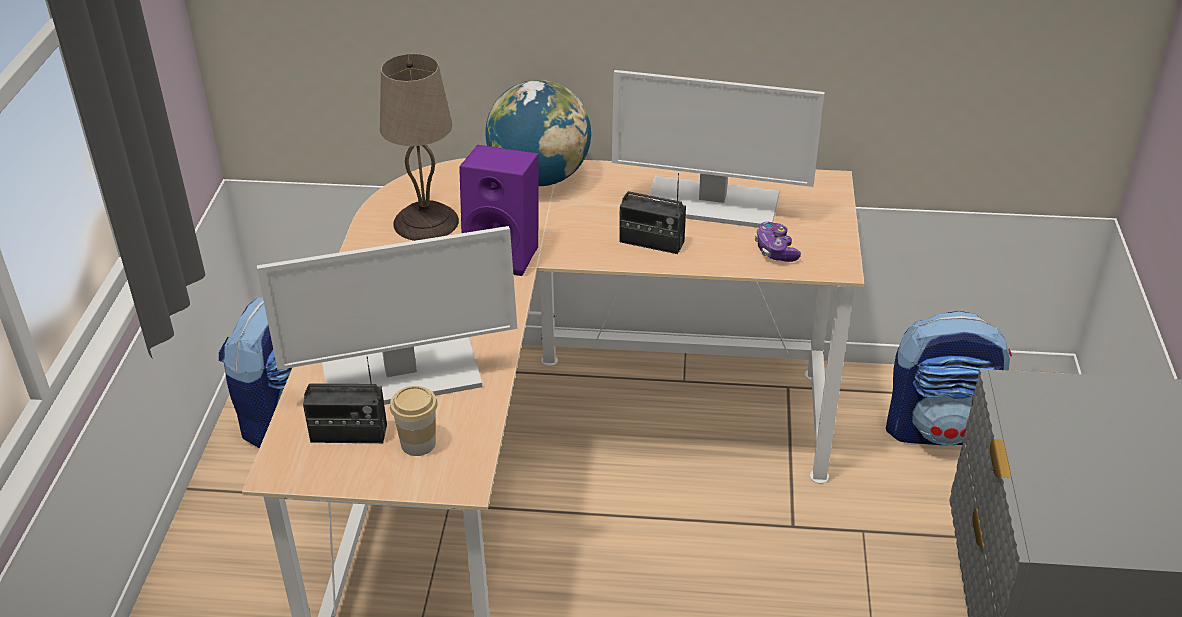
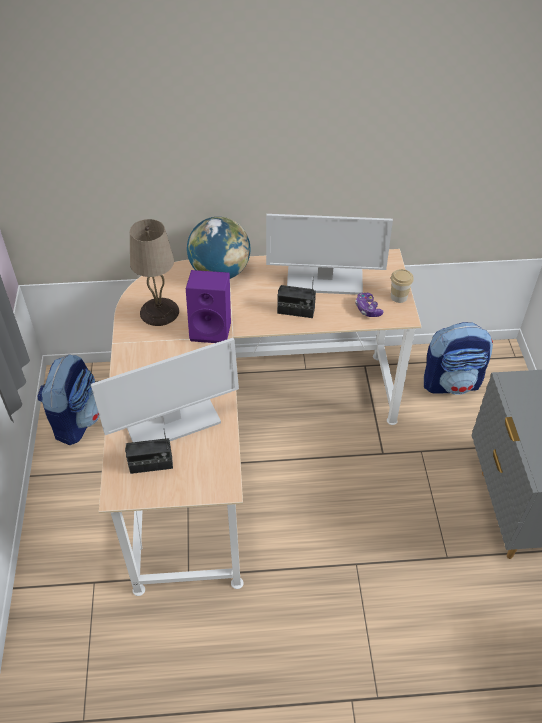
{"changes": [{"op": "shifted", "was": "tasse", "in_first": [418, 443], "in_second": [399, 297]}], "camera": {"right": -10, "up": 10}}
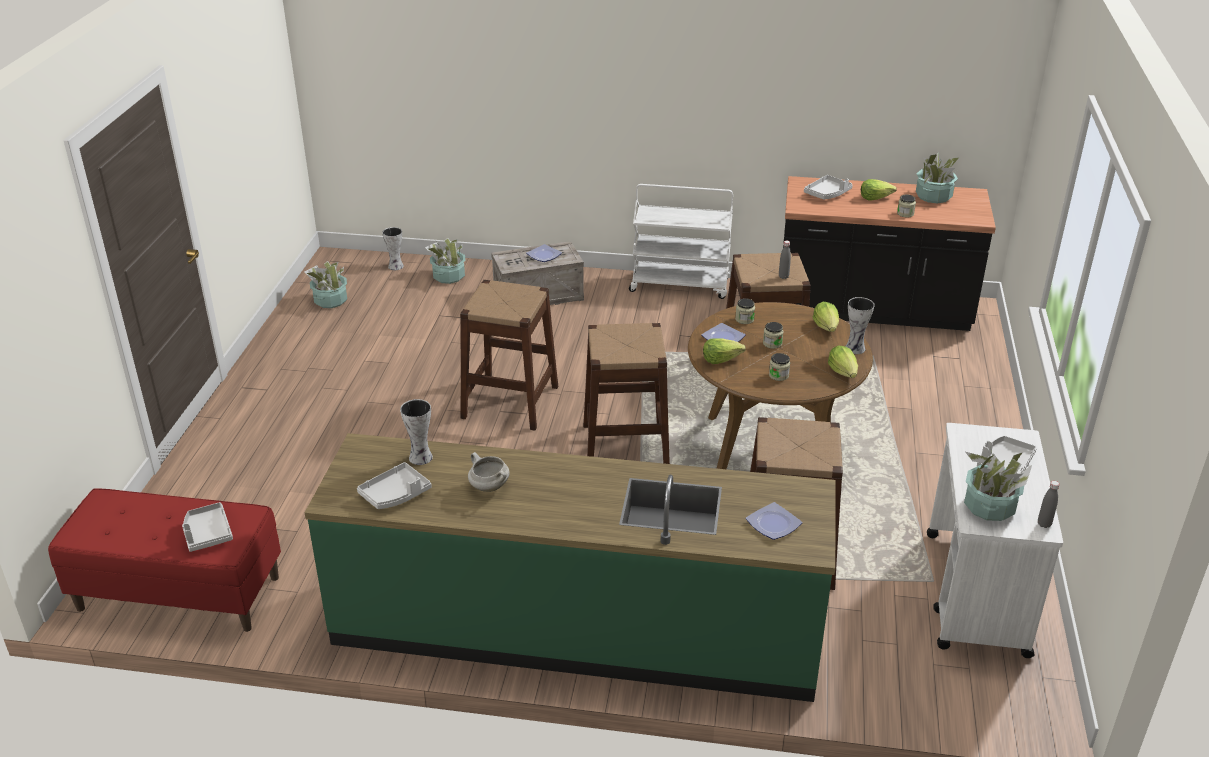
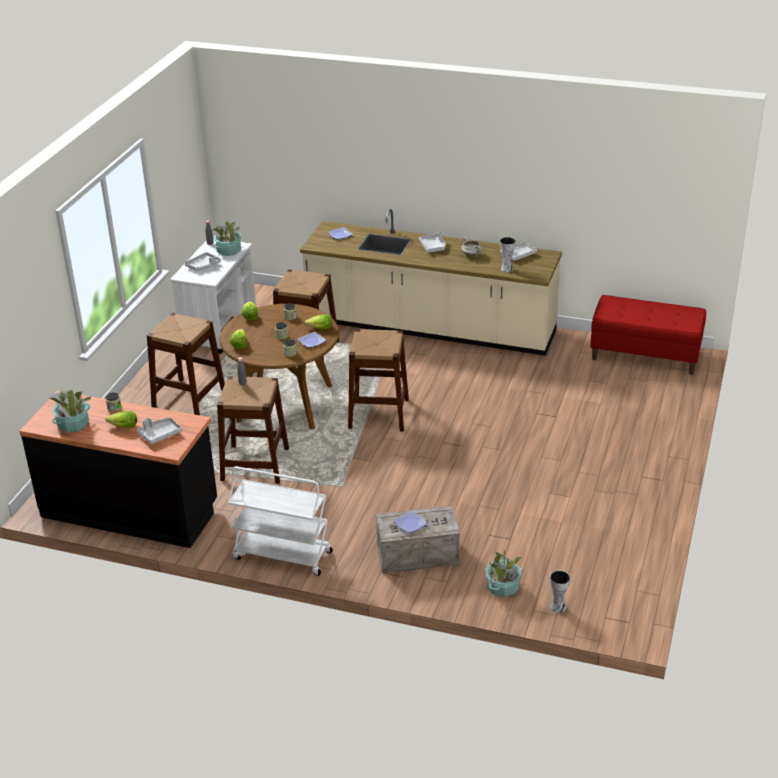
{"changes": [{"op": "shifted", "was": "plateau [gris]", "in_first": [207, 533], "in_second": [433, 247]}, {"op": "gone", "was": "plante en pot", "in_first": [330, 301]}, {"op": "repainted", "was": "comptoir de cuisine [vert]", "now": "comptoir de cuisine [beige]", "in_first": [576, 628], "in_second": [430, 328]}, {"op": "shifted", "was": "tabouret [marron]", "in_first": [510, 402], "in_second": [189, 398]}, {"op": "gone", "was": "vase", "in_first": [856, 348]}], "camera": {"right": -170, "up": 0}}
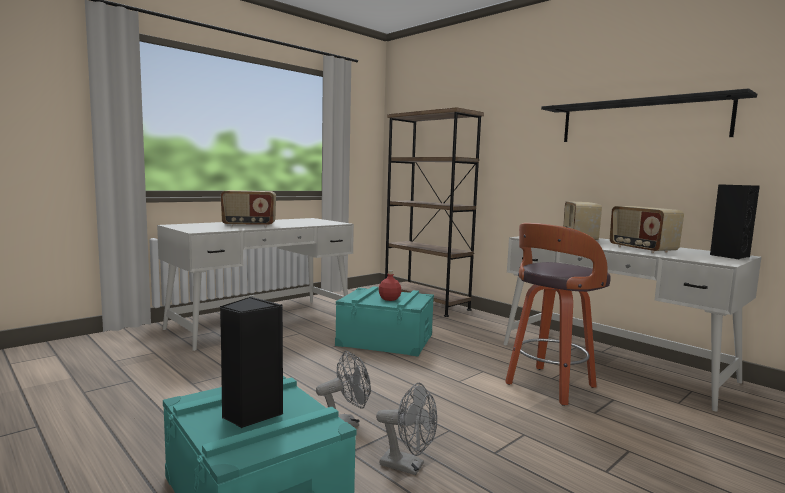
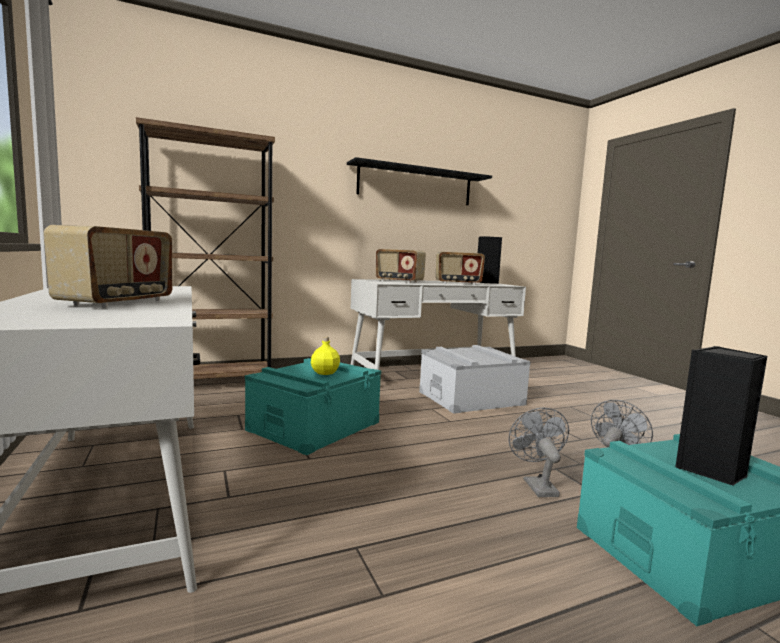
{"changes": [{"op": "repainted", "was": "bouteille [rouge]", "now": "bouteille [jaune]", "in_first": [389, 299], "in_second": [325, 372]}, {"op": "swapped", "was": "tabouret", "now": "boîte de rangement [gris]", "in_first": [549, 386], "in_second": [471, 398]}], "camera": {"right": -70, "up": 0}}
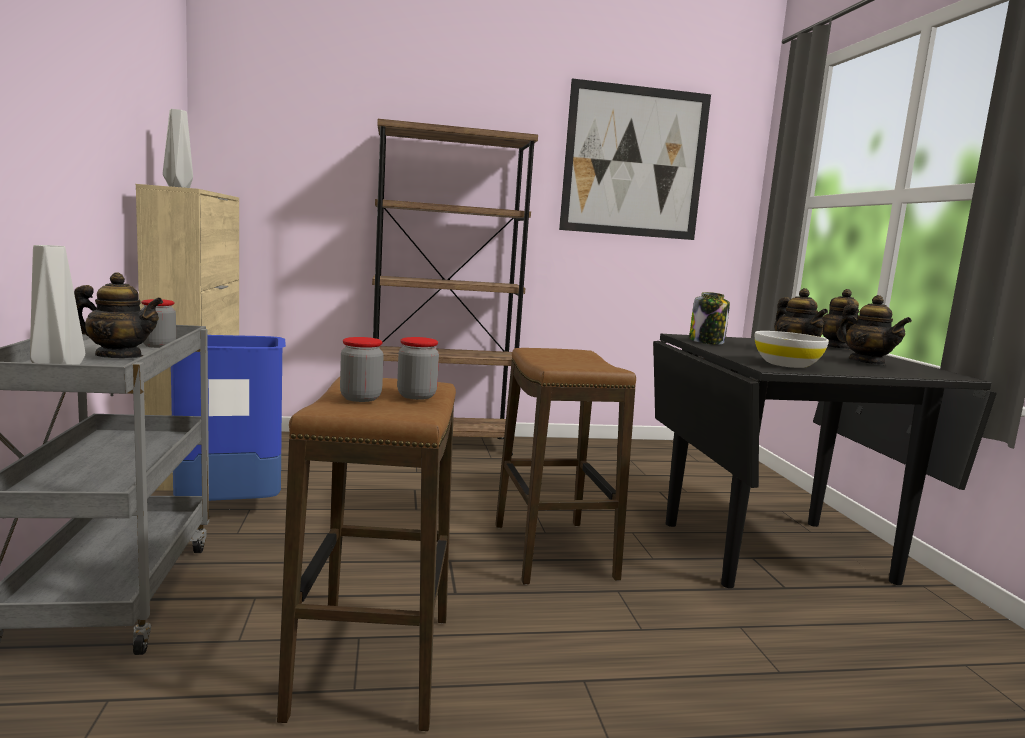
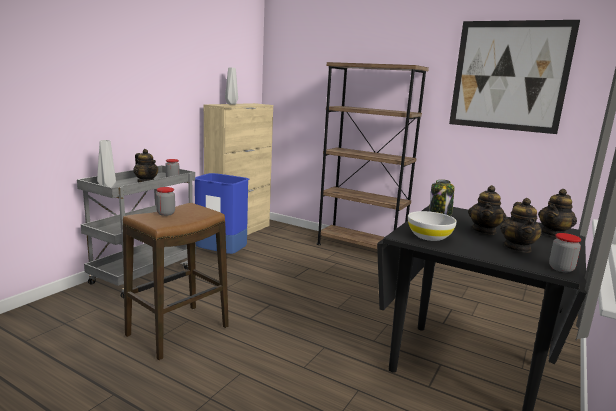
{"changes": [{"op": "shifted", "was": "bocal", "in_first": [416, 396], "in_second": [561, 268]}, {"op": "gone", "was": "tabouret", "in_first": [552, 551]}], "camera": {"right": 40, "up": 5}}
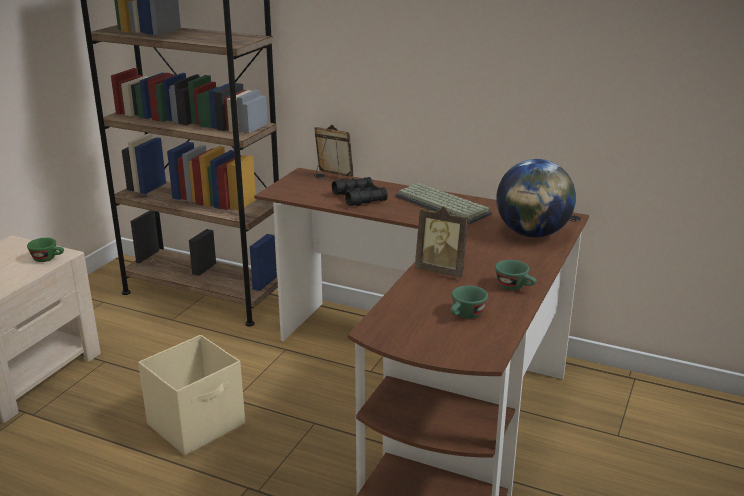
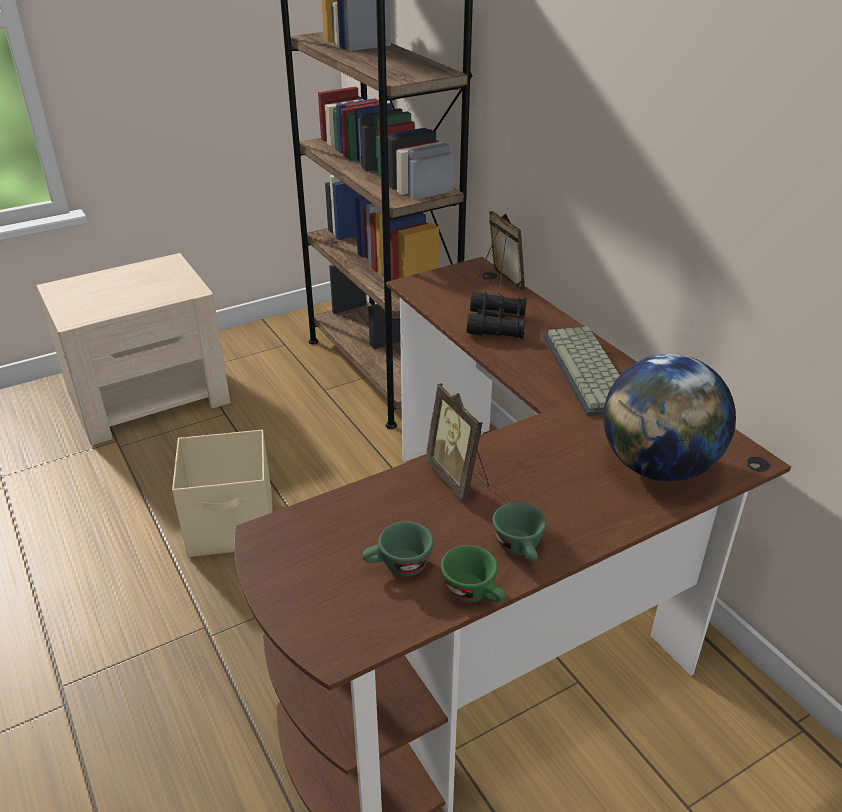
{"changes": [{"op": "shifted", "was": "tasse [vert]", "in_first": [48, 259], "in_second": [475, 594]}], "camera": {"right": 35, "up": 10}}
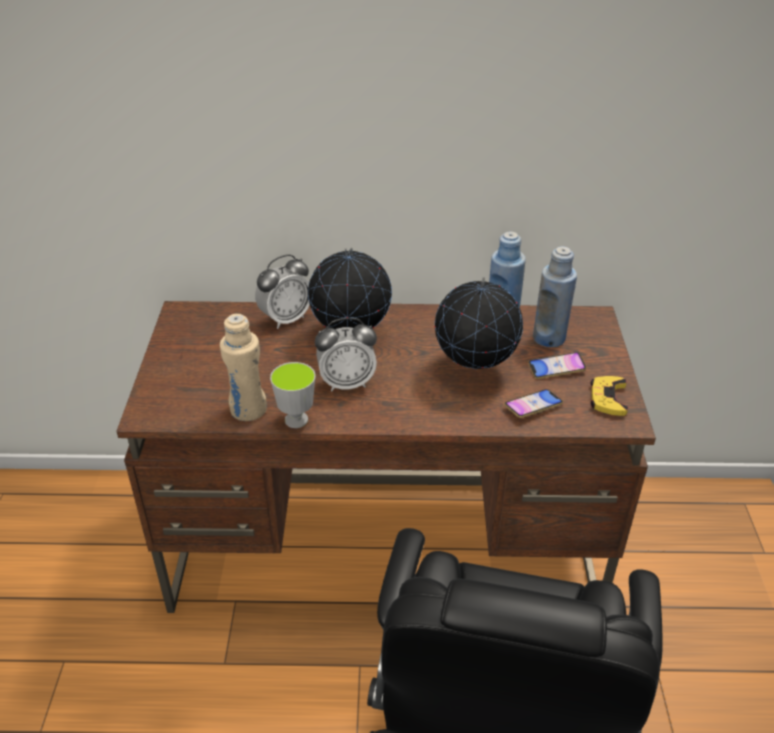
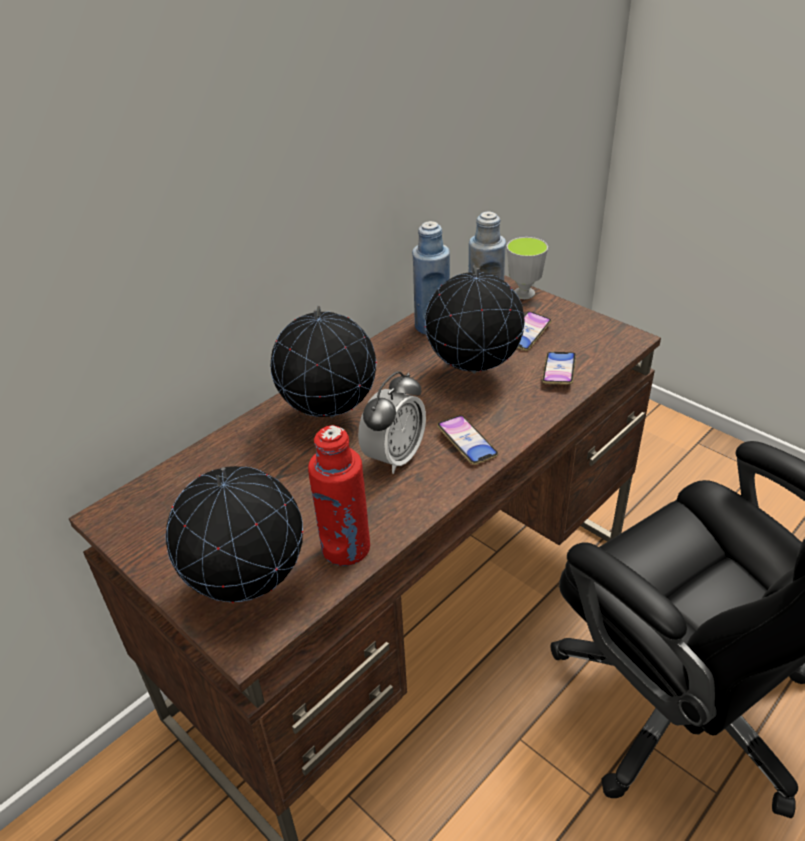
{"changes": [{"op": "repainted", "was": "bouteille [beige]", "now": "bouteille [rouge]", "in_first": [248, 410], "in_second": [346, 548]}, {"op": "gone", "was": "réveil", "in_first": [286, 319]}, {"op": "shifted", "was": "tasse", "in_first": [296, 420], "in_second": [524, 293]}, {"op": "gone", "was": "manette [jaune]", "in_first": [607, 398]}, {"op": "new", "now": "globe", "in_second": [249, 588]}, {"op": "new", "now": "téléphone", "in_second": [467, 443]}], "camera": {"right": -45, "up": 0}}
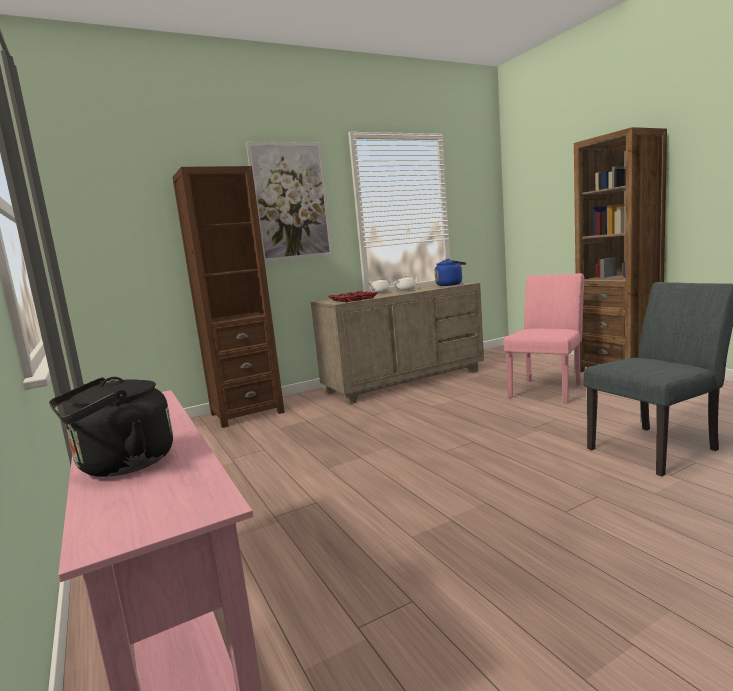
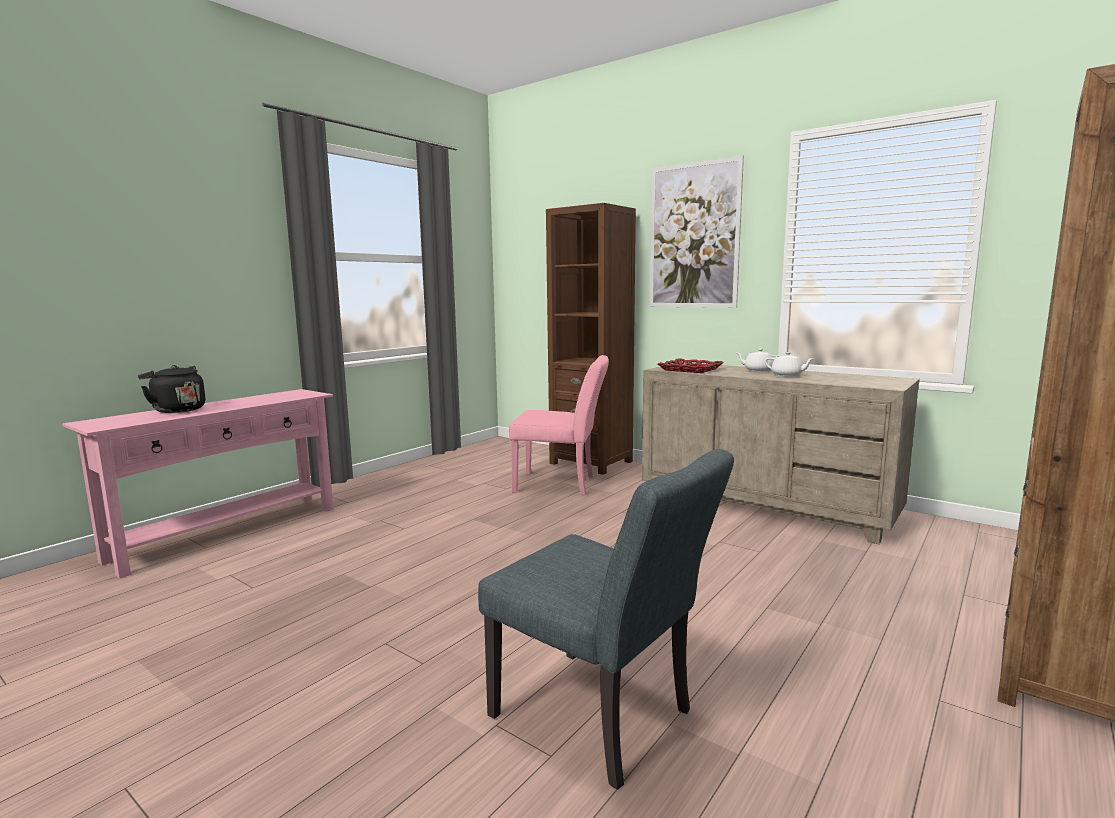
{"changes": [{"op": "gone", "was": "bouilloire [bleu]", "in_first": [450, 284]}, {"op": "shifted", "was": "chaise [rose]", "in_first": [548, 389], "in_second": [561, 484]}], "camera": {"right": 65, "up": 0}}
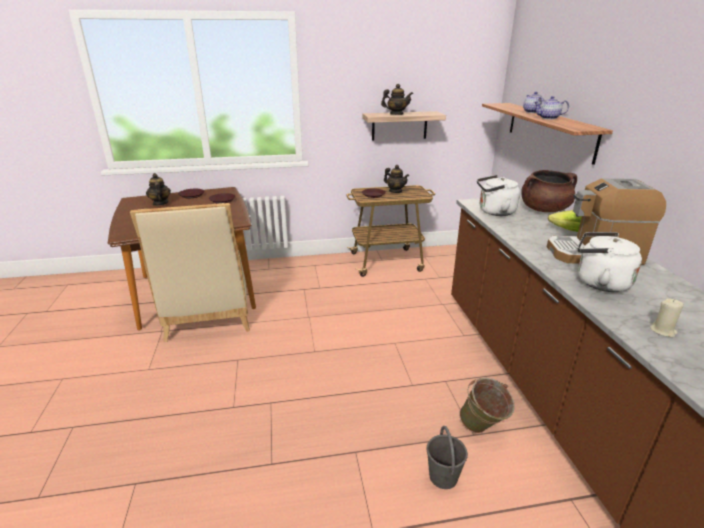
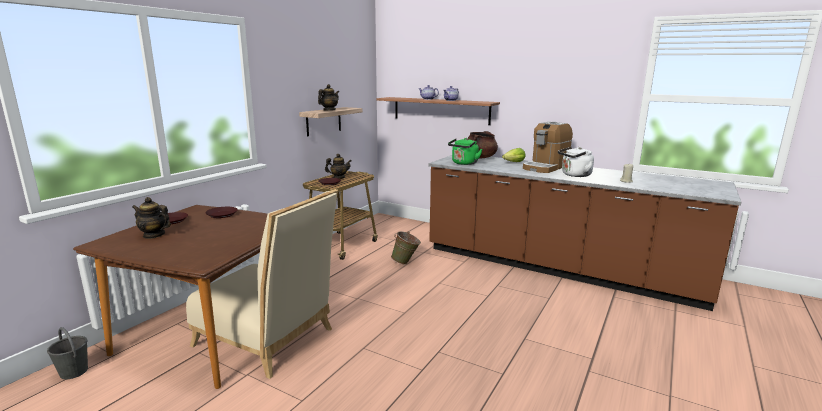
{"changes": [{"op": "shifted", "was": "seau [gris]", "in_first": [443, 477], "in_second": [74, 372]}, {"op": "shifted", "was": "seau [vert]", "in_first": [482, 429], "in_second": [406, 262]}, {"op": "repainted", "was": "bouilloire [blanc]", "now": "bouilloire [vert]", "in_first": [494, 212], "in_second": [464, 163]}], "camera": {"right": -50, "up": -10}}
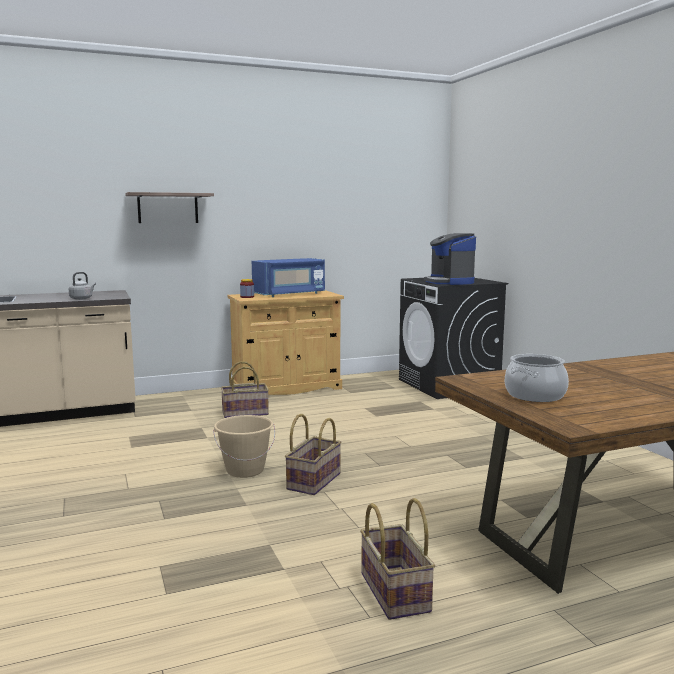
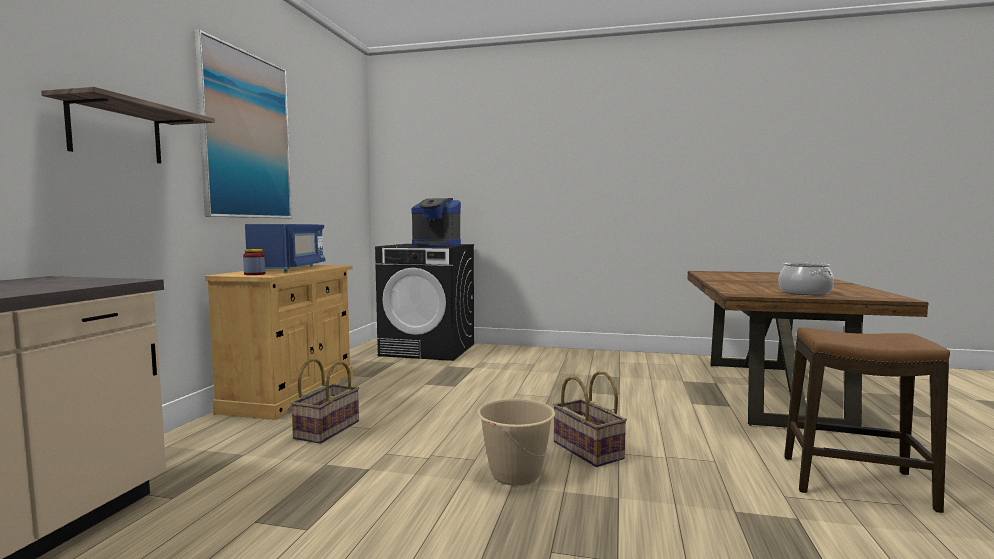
{"changes": [{"op": "gone", "was": "bouilloire [gris]", "in_first": [82, 298]}, {"op": "swapped", "was": "panier", "now": "tabouret", "in_first": [393, 592], "in_second": [854, 483]}, {"op": "new", "now": "tableau", "in_second": [246, 136]}], "camera": {"right": -55, "up": -5}}
